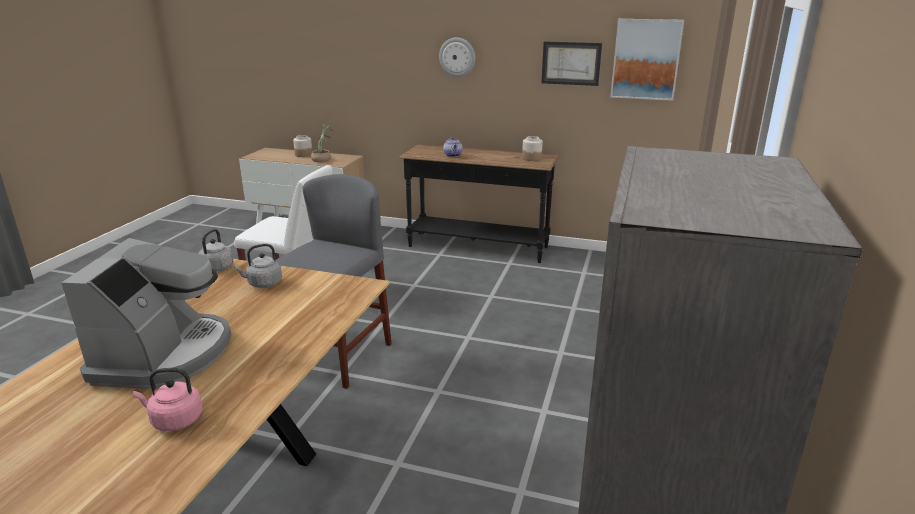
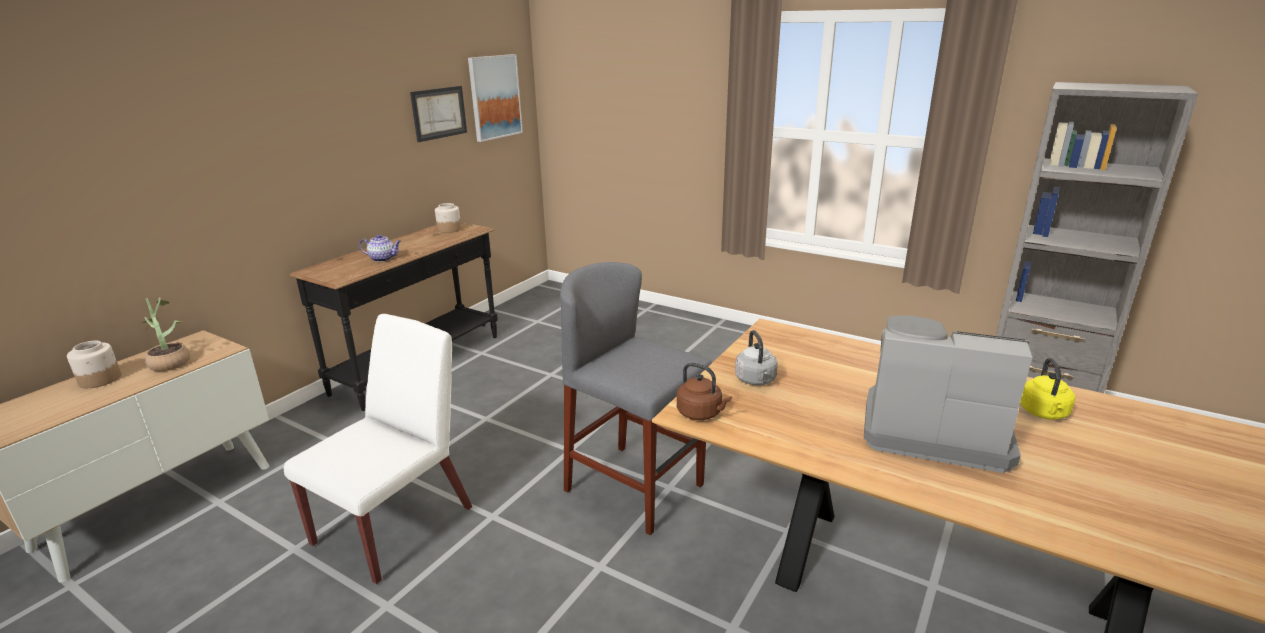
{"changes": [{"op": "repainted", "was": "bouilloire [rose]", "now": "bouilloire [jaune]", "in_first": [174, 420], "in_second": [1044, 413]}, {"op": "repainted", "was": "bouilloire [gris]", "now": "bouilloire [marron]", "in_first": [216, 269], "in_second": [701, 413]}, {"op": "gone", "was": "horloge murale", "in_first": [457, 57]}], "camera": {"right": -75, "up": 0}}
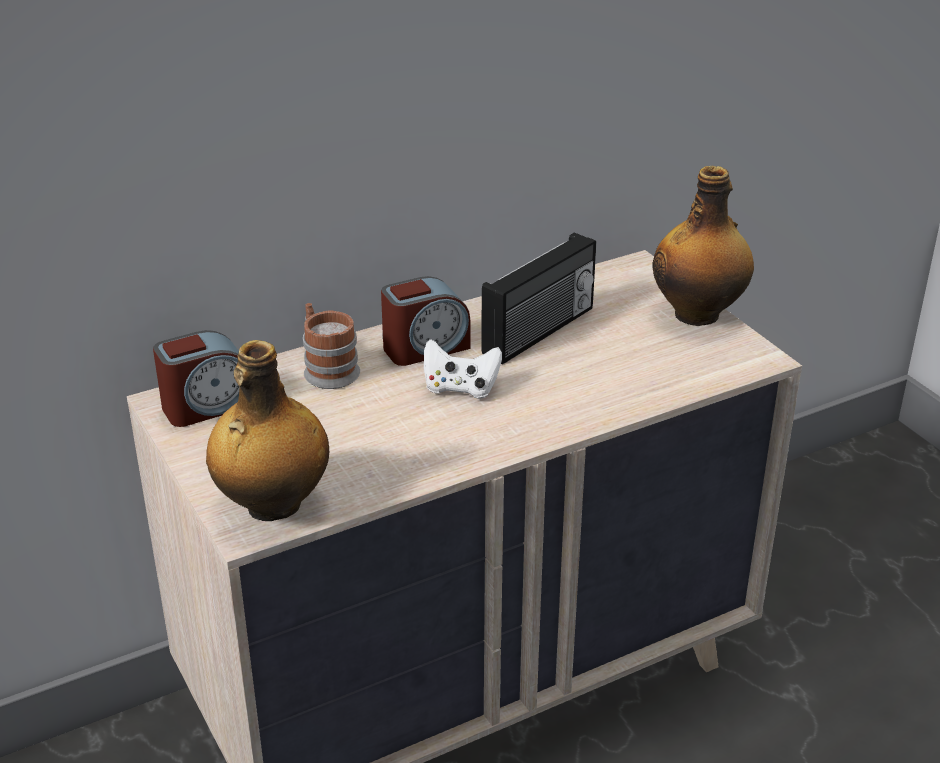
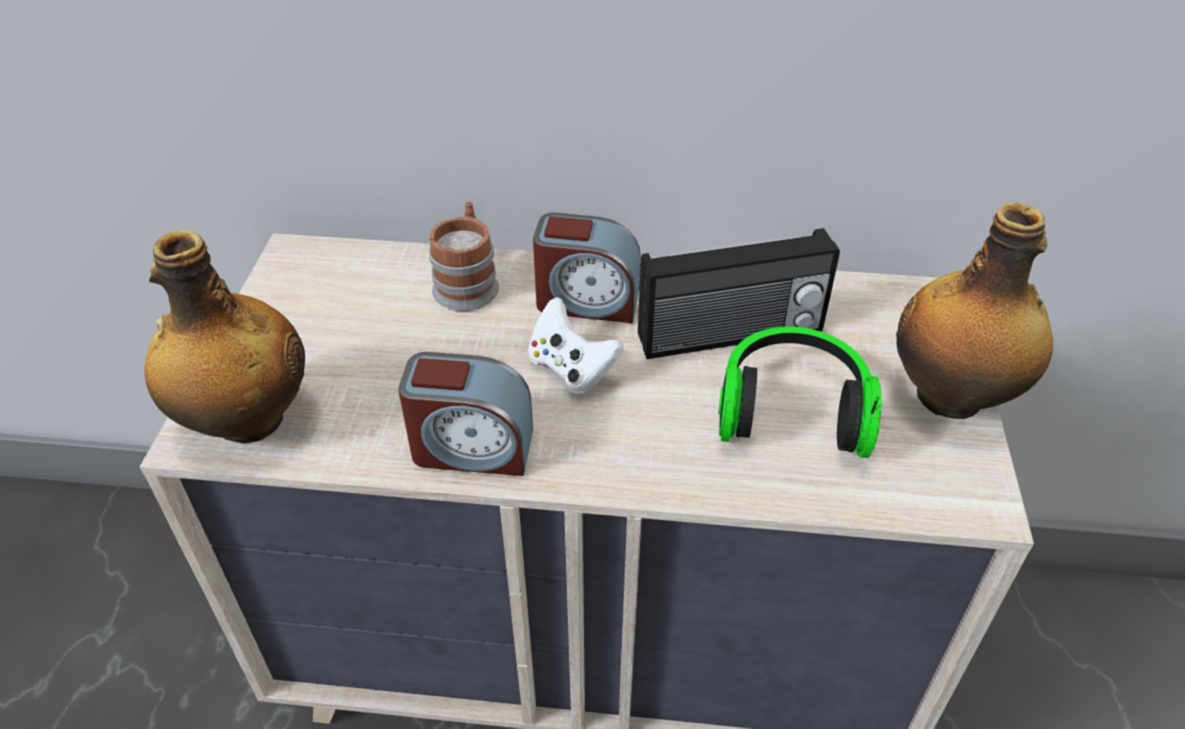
{"changes": [{"op": "shifted", "was": "réveil", "in_first": [207, 406], "in_second": [471, 448]}, {"op": "new", "now": "casque audio", "in_second": [792, 409]}], "camera": {"right": 35, "up": 10}}
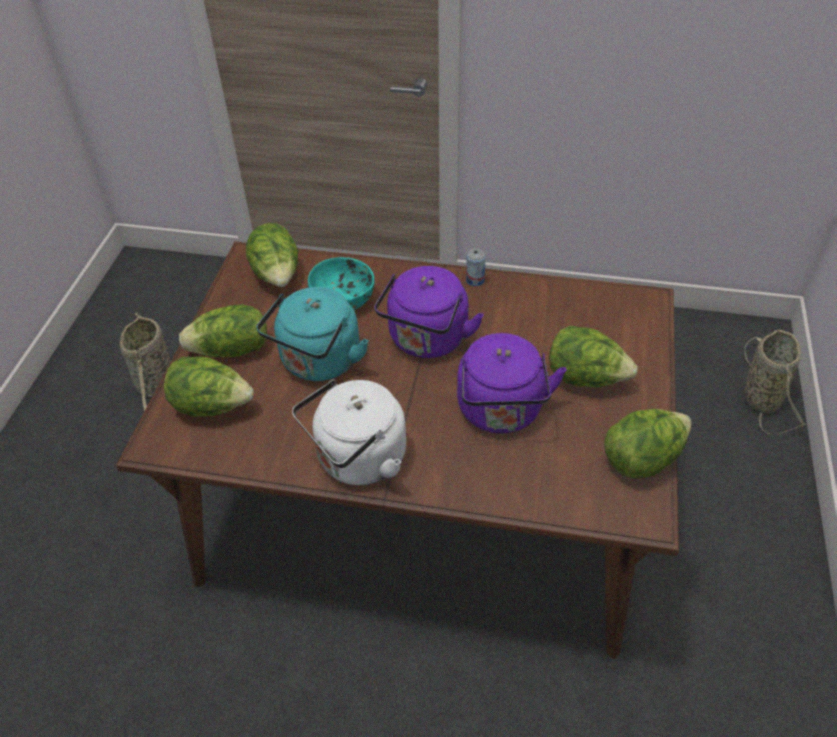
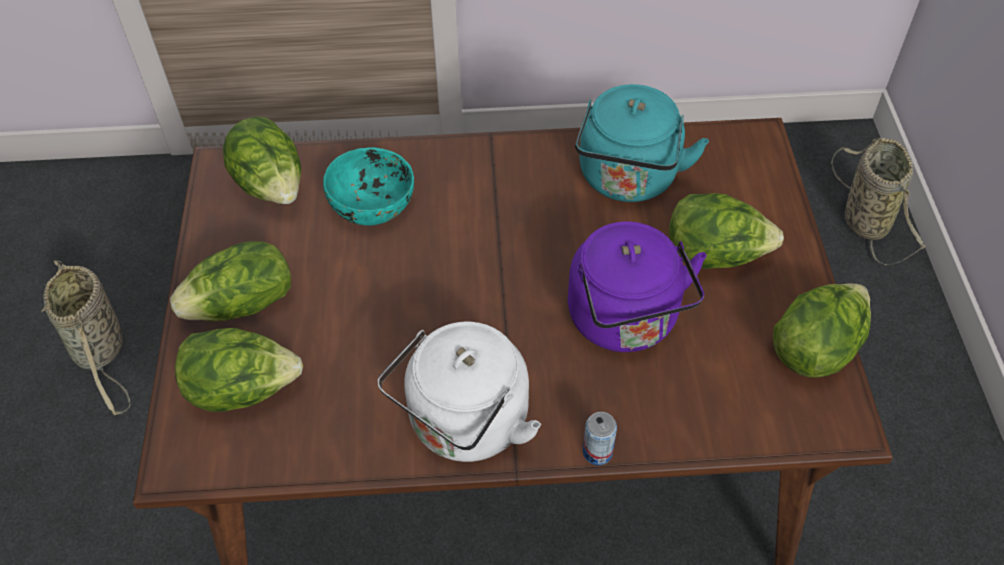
{"changes": [{"op": "shifted", "was": "bouilloire [turquoise]", "in_first": [319, 363], "in_second": [628, 180]}, {"op": "gone", "was": "bouilloire [violet]", "in_first": [427, 341]}, {"op": "shifted", "was": "boîte métallique", "in_first": [475, 280], "in_second": [597, 452]}], "camera": {"right": -15, "up": 5}}
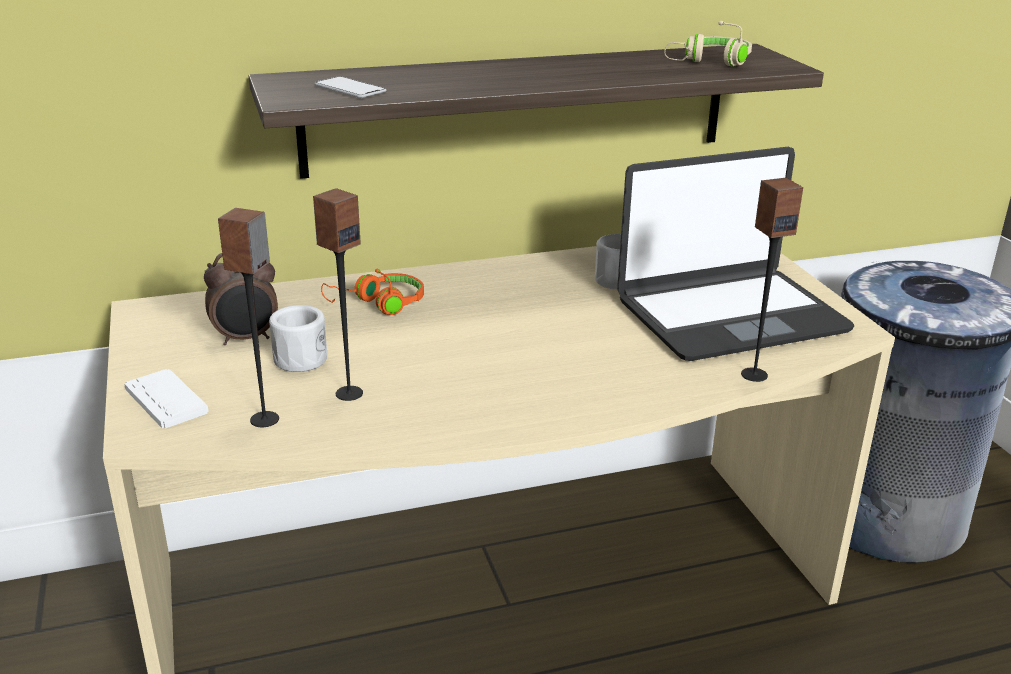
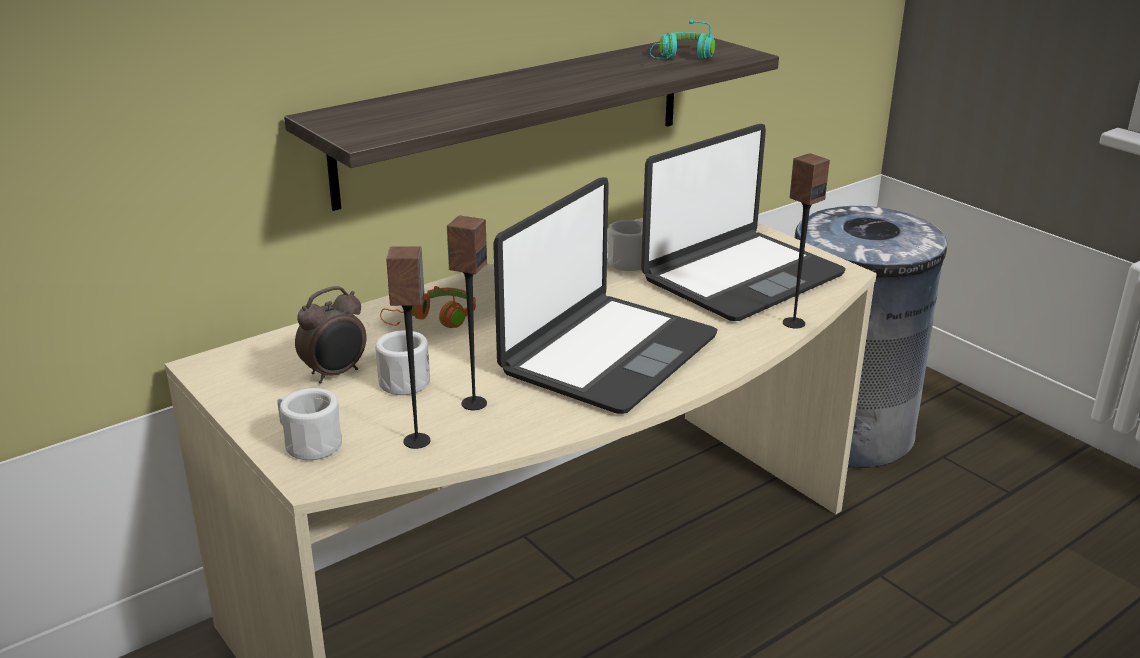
{"changes": [{"op": "swapped", "was": "manette [blanc]", "now": "mug [blanc]", "in_first": [166, 400], "in_second": [308, 443]}, {"op": "gone", "was": "téléphone", "in_first": [350, 89]}, {"op": "repainted", "was": "casque audio [beige]", "now": "casque audio [turquoise]", "in_first": [710, 62], "in_second": [682, 57]}, {"op": "new", "now": "ordinateur portable", "in_second": [607, 354]}], "camera": {"right": -20, "up": 0}}
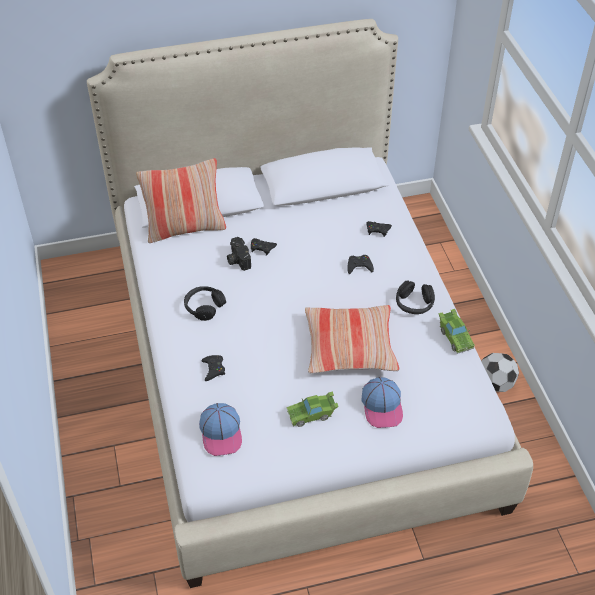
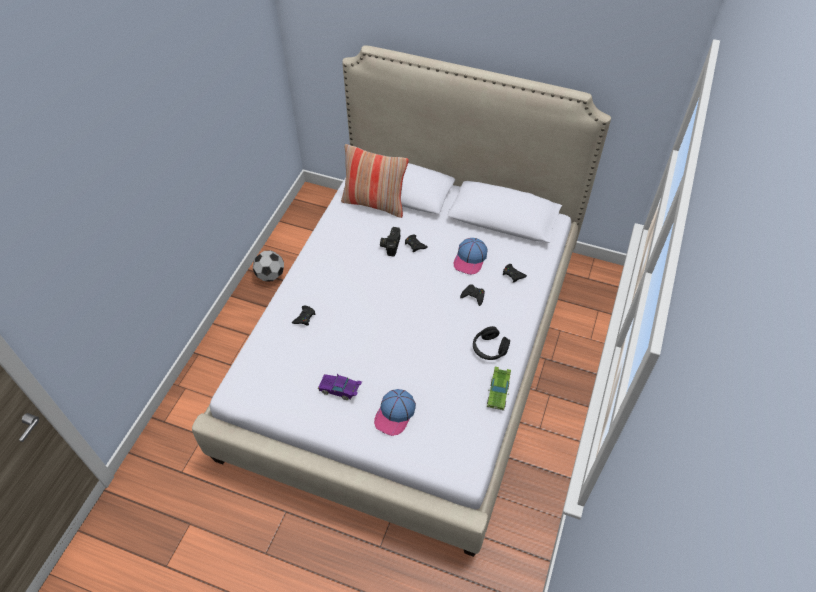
{"changes": [{"op": "gone", "was": "casque audio [noir]", "in_first": [204, 307]}, {"op": "shifted", "was": "casquette", "in_first": [221, 433], "in_second": [470, 259]}, {"op": "repainted", "was": "petite voiture [vert]", "now": "petite voiture [violet]", "in_first": [312, 414], "in_second": [340, 390]}, {"op": "gone", "was": "coussin", "in_first": [350, 347]}, {"op": "shifted", "was": "ballon de foot", "in_first": [494, 384], "in_second": [270, 275]}], "camera": {"right": 35, "up": 5}}
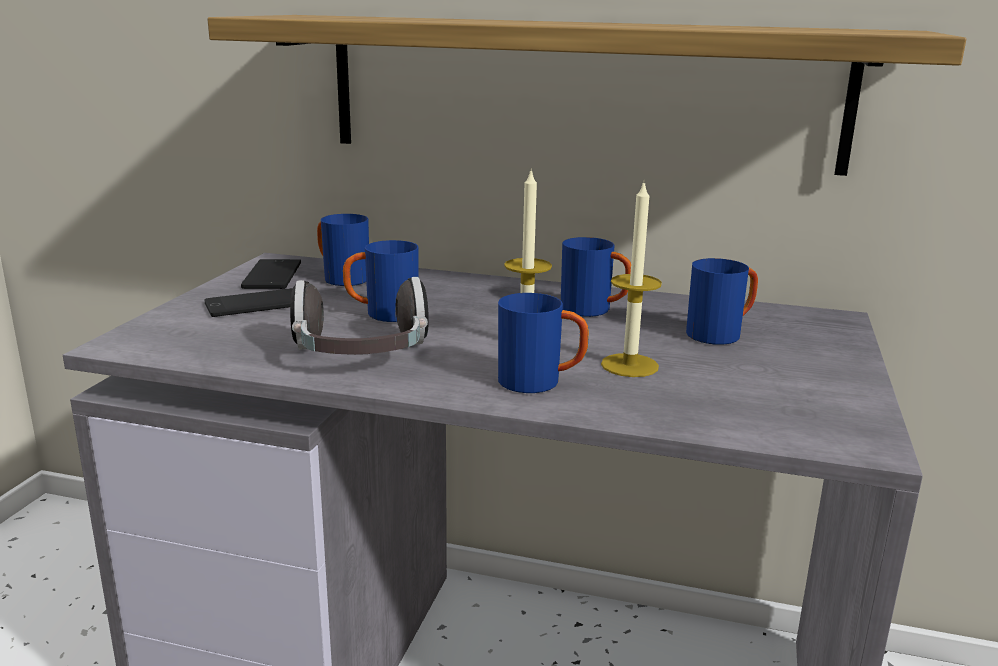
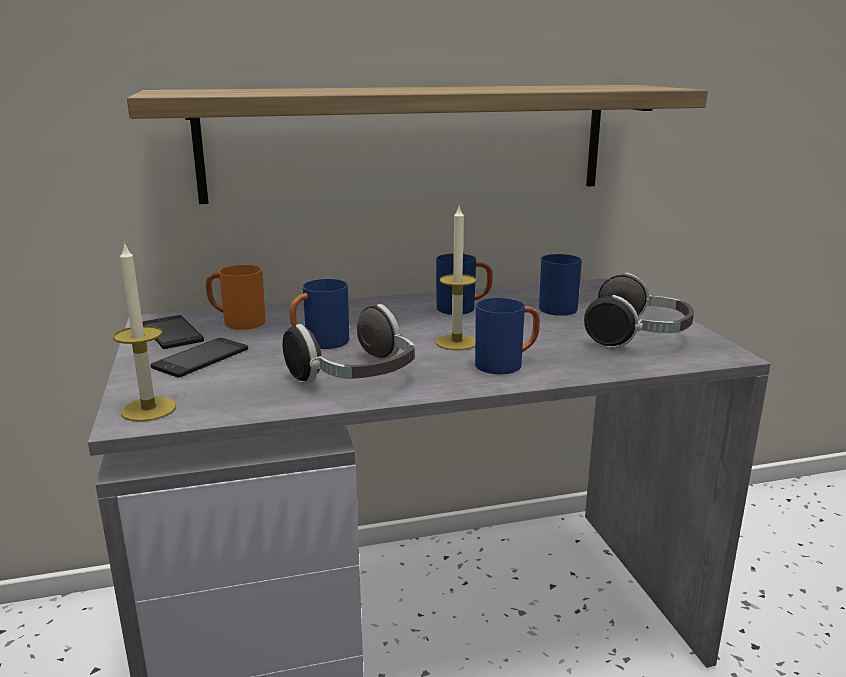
{"changes": [{"op": "repainted", "was": "mug [bleu]", "now": "mug [orange]", "in_first": [340, 278], "in_second": [237, 323]}, {"op": "shifted", "was": "bougie", "in_first": [629, 365], "in_second": [148, 409]}, {"op": "new", "now": "casque audio", "in_second": [638, 337]}], "camera": {"right": -30, "up": 0}}
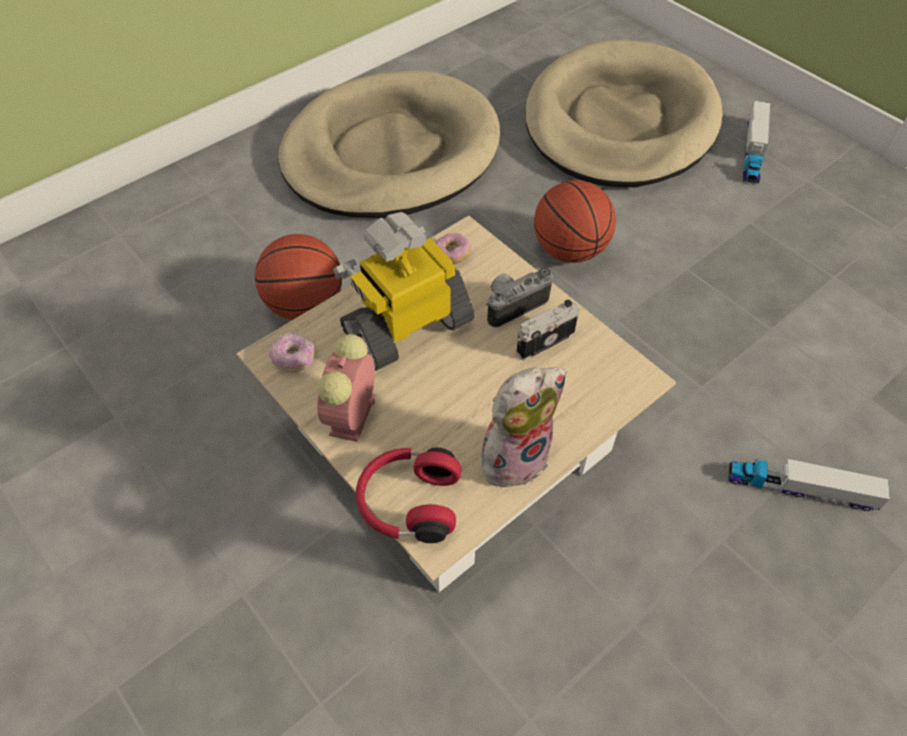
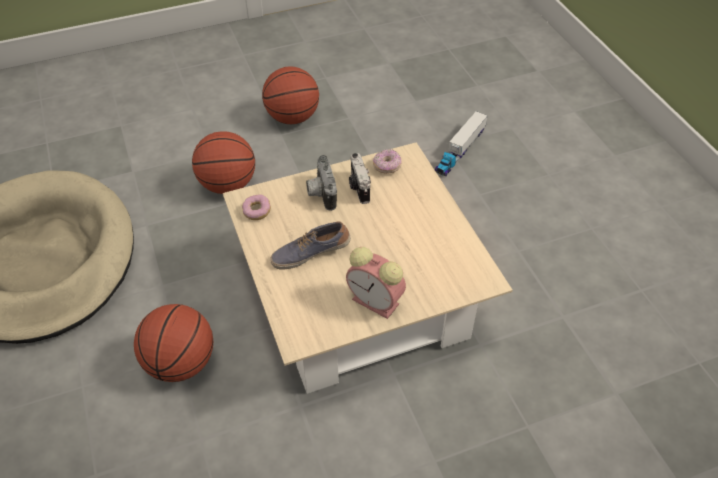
{"changes": [{"op": "shifted", "was": "beignet", "in_first": [294, 359], "in_second": [387, 167]}, {"op": "swapped", "was": "robot jouet", "now": "chaussure", "in_first": [407, 325], "in_second": [310, 253]}, {"op": "gone", "was": "casque audio [rouge]", "in_first": [408, 503]}, {"op": "gone", "was": "peluche", "in_first": [514, 455]}, {"op": "gone", "was": "panier pour chien [beige]", "in_first": [620, 122]}, {"op": "gone", "was": "camion jouet", "in_first": [752, 151]}, {"op": "new", "now": "ballon de basket", "in_second": [292, 117]}], "camera": {"right": -70, "up": -5}}
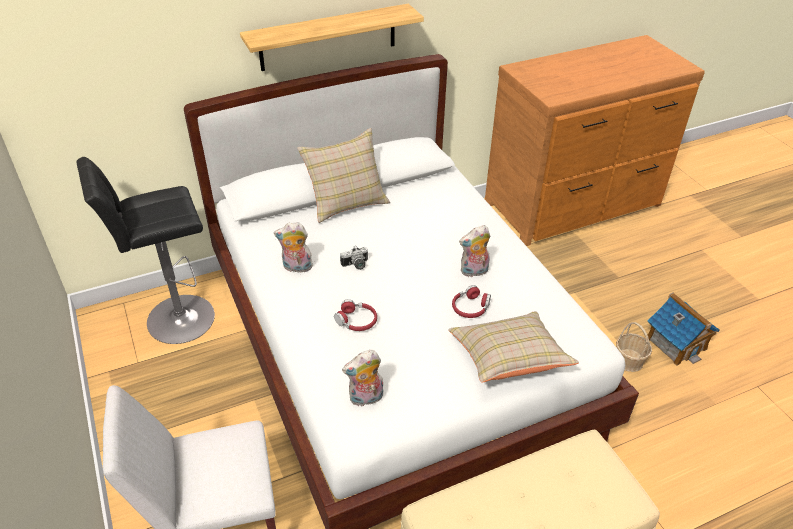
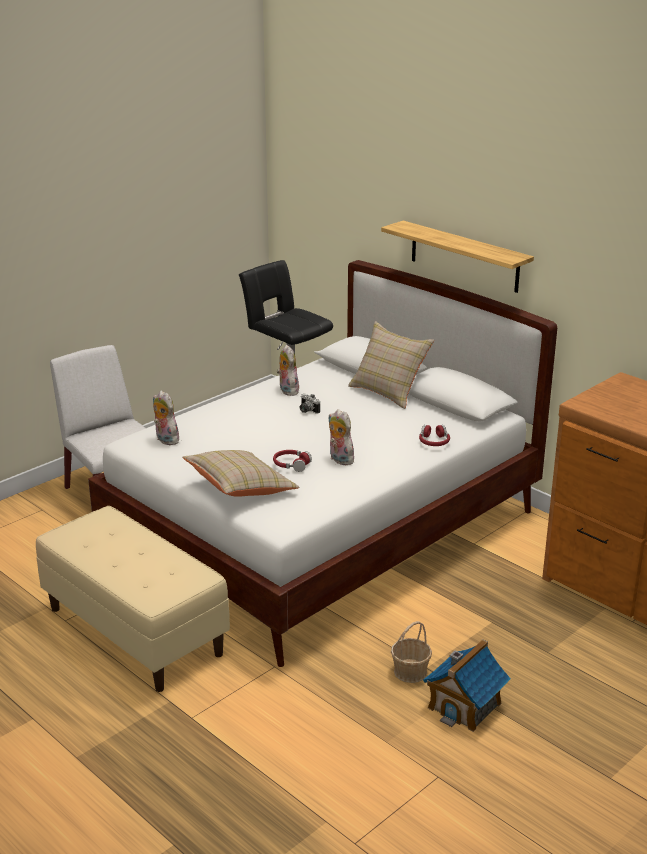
{"changes": [{"op": "shifted", "was": "casque audio [rouge]", "in_first": [356, 321], "in_second": [434, 441]}], "camera": {"right": 70, "up": -15}}
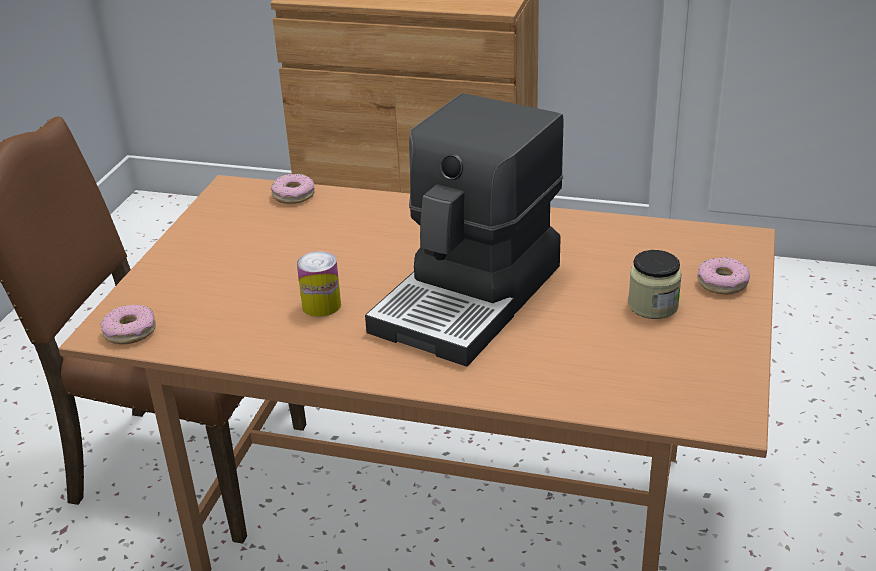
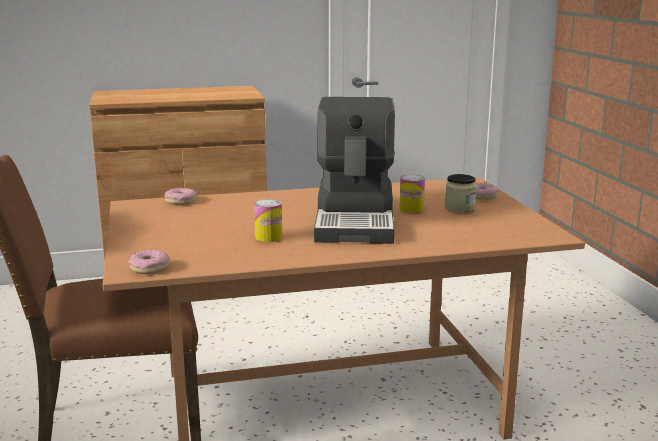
{"changes": [{"op": "new", "now": "boîte métallique", "in_second": [411, 209]}], "camera": {"right": -30, "up": -15}}
